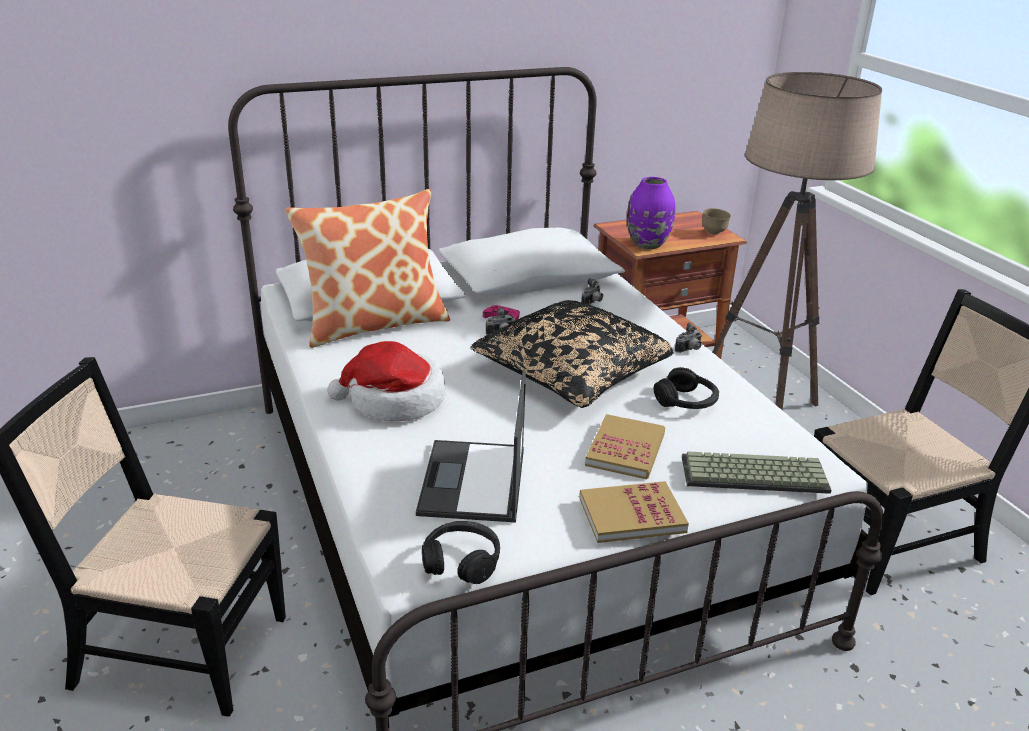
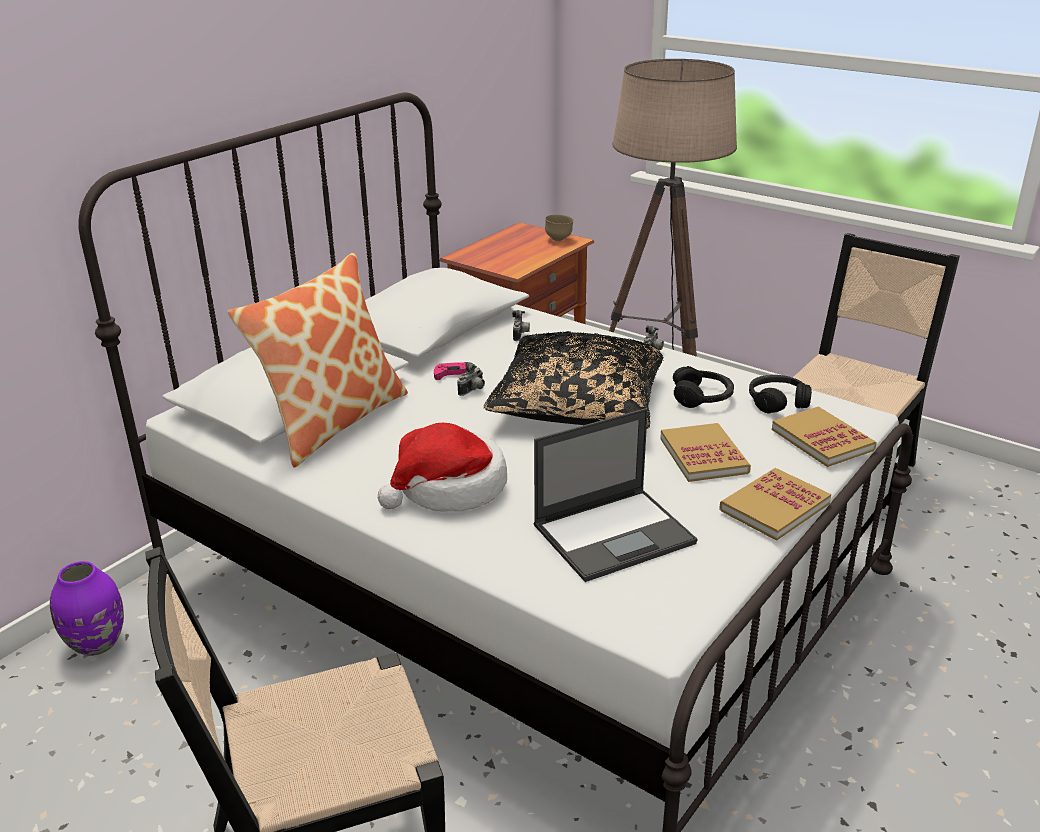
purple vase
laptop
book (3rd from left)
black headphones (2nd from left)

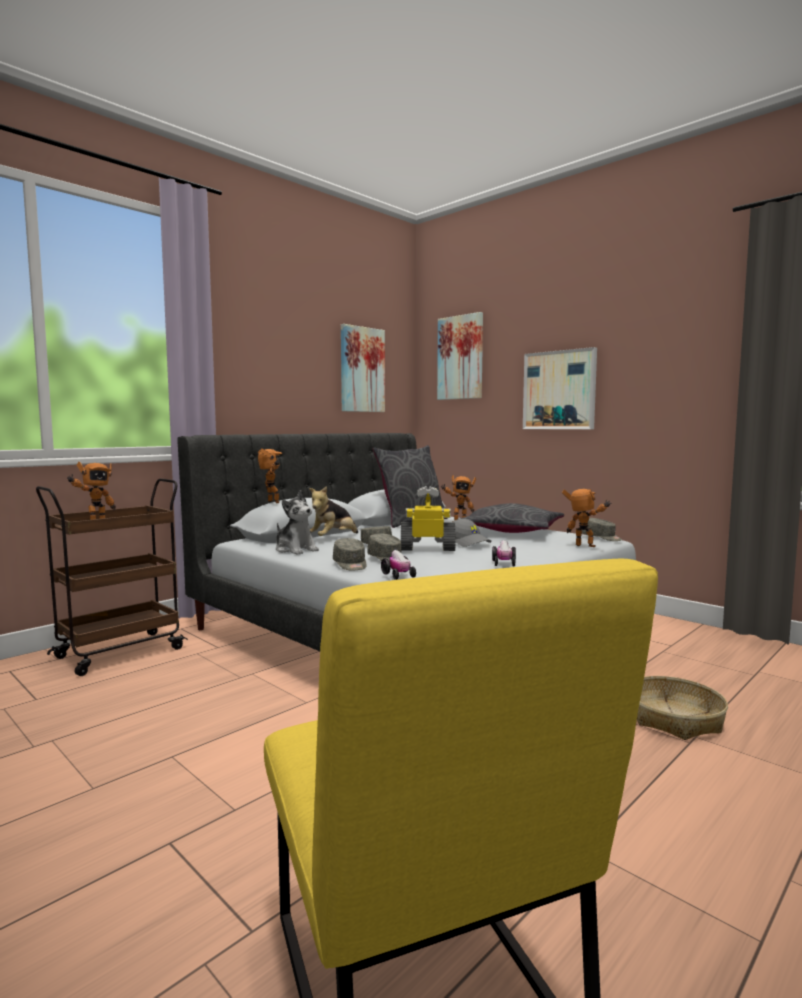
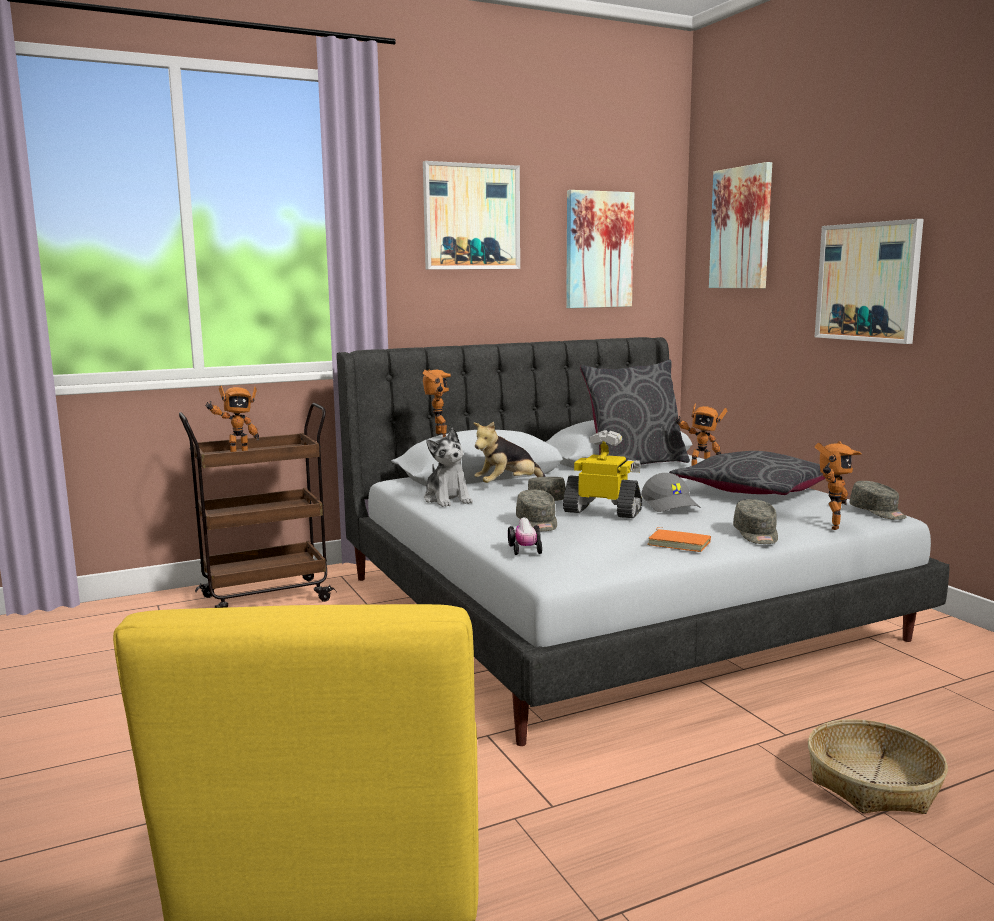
toy robot (5th from left)
grey cap (4th from left)
orange book
picture (1st from left)

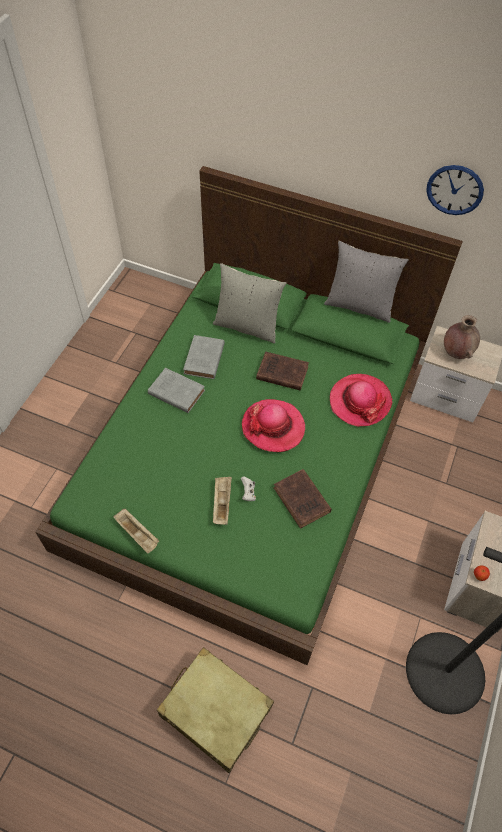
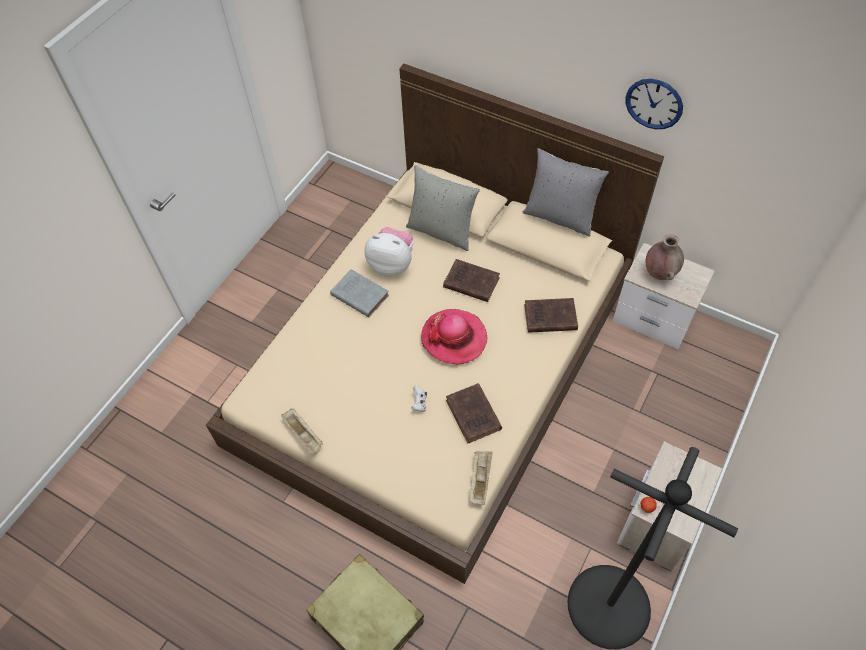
beige bed
plush toy
brown book (3rd from left)
beige tray (2nd from left)

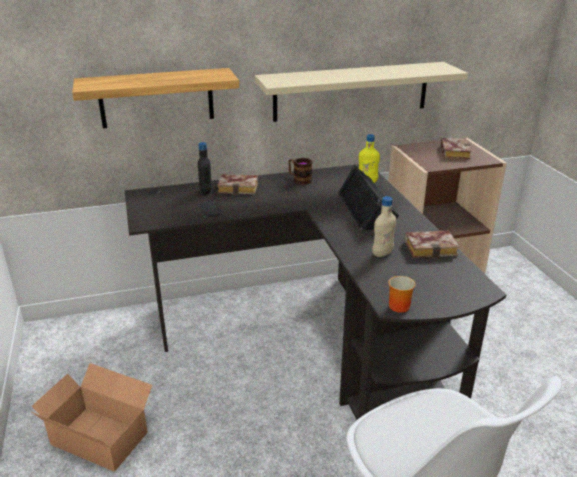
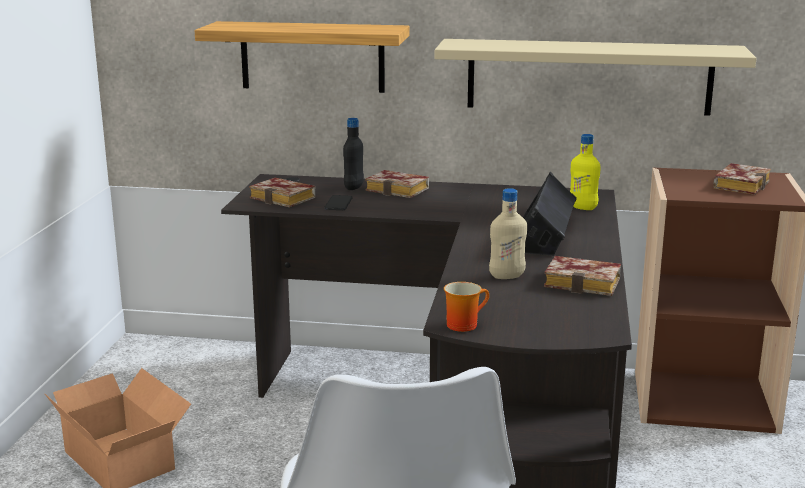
mug (1st from left in the first image)
book (1st from left)

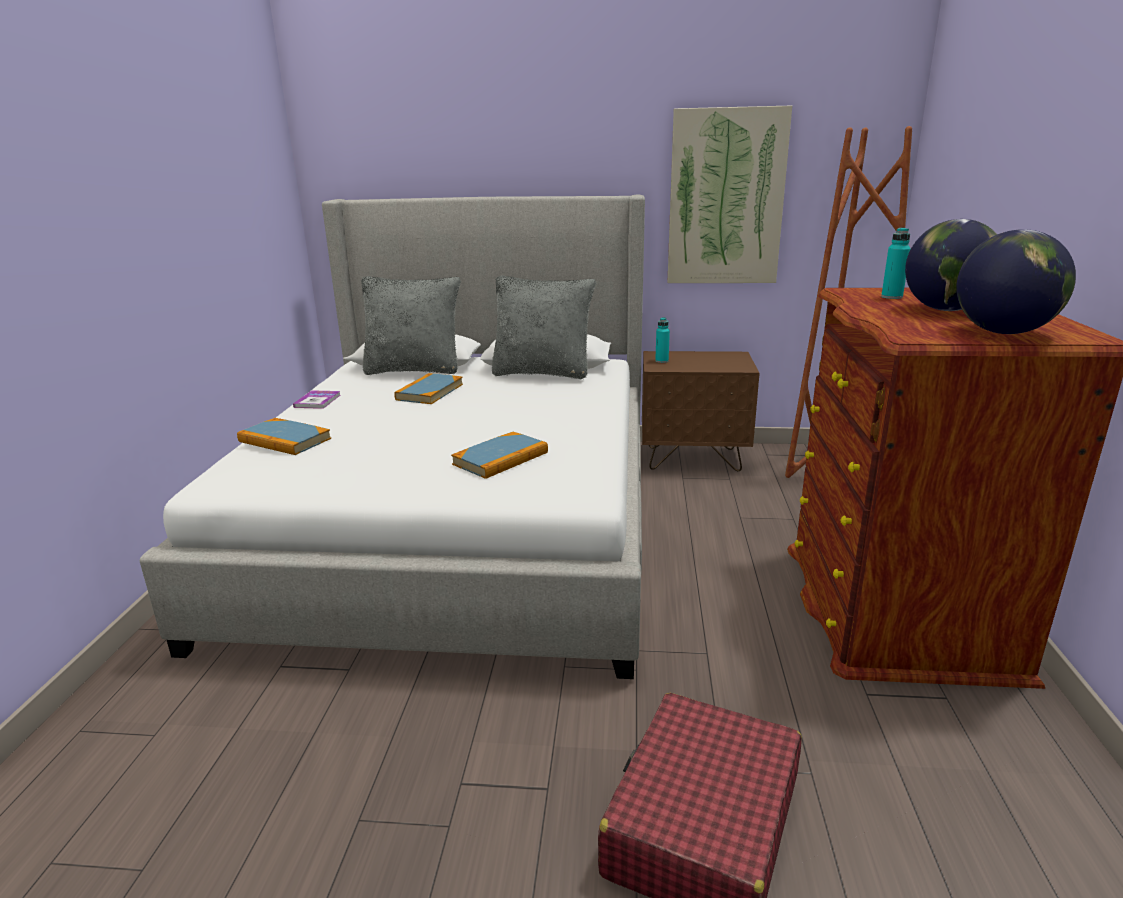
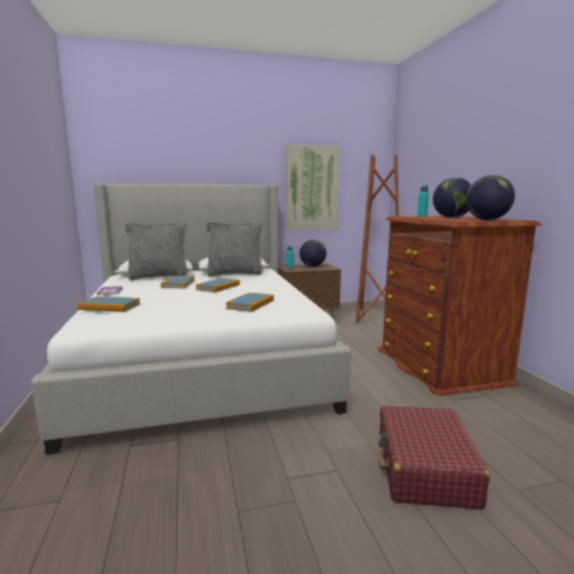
globe (1st from left)
book (4th from left)

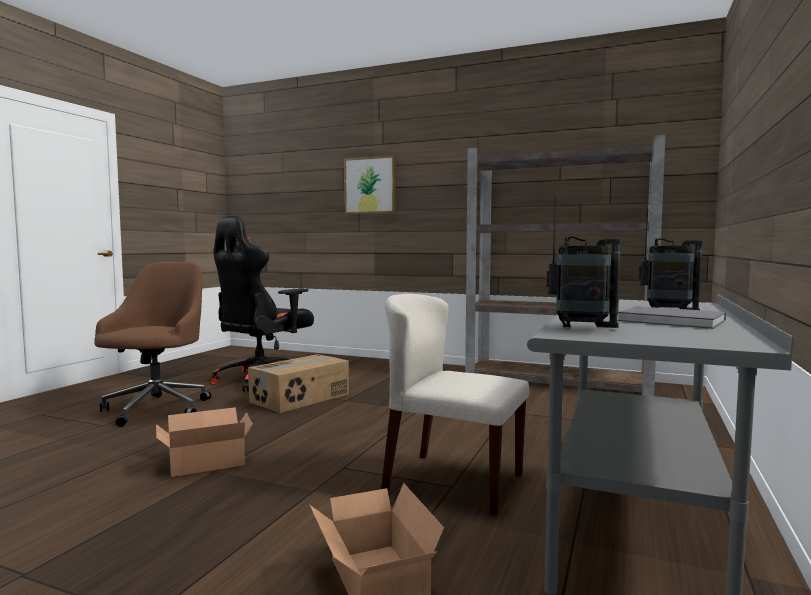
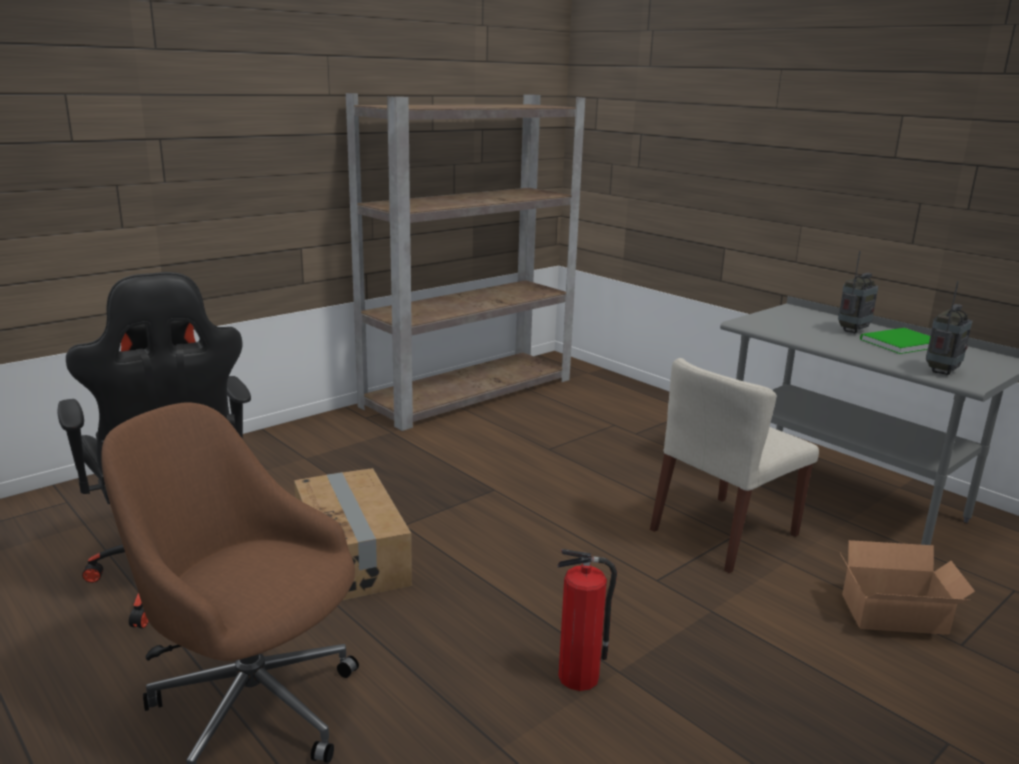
picture
green book
fire extinguisher

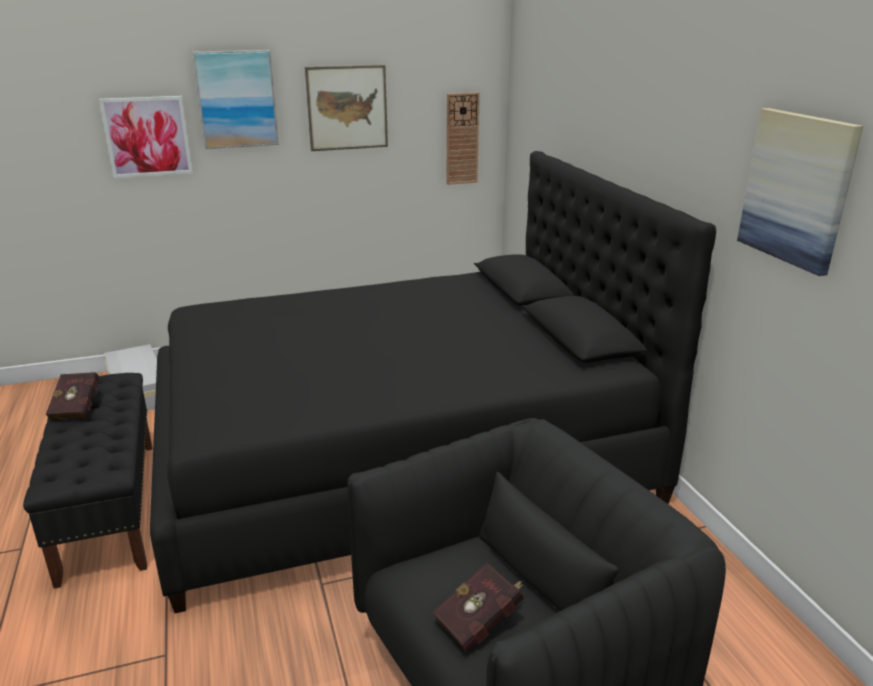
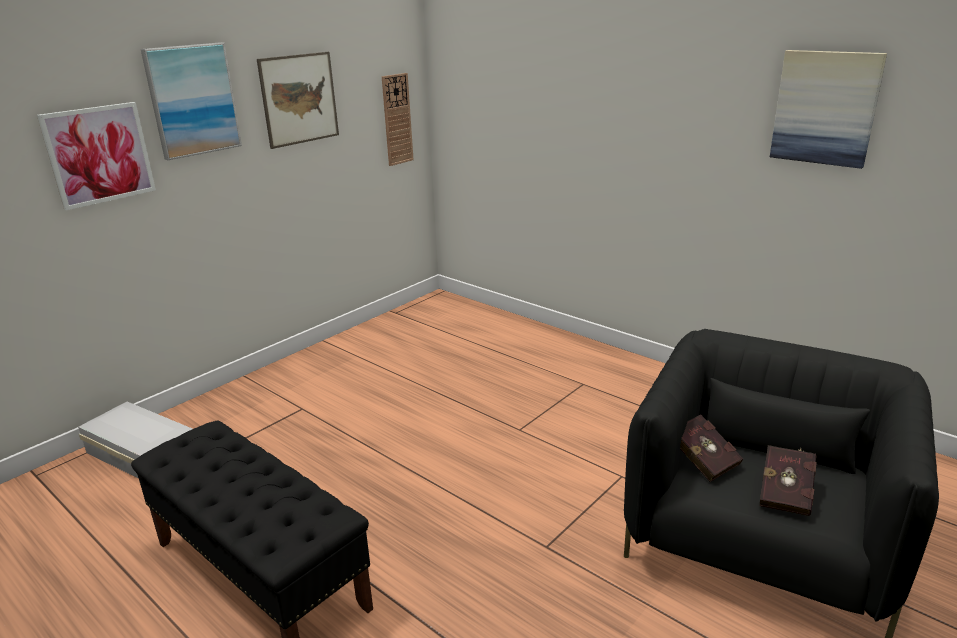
black bed
red book (1st from left)

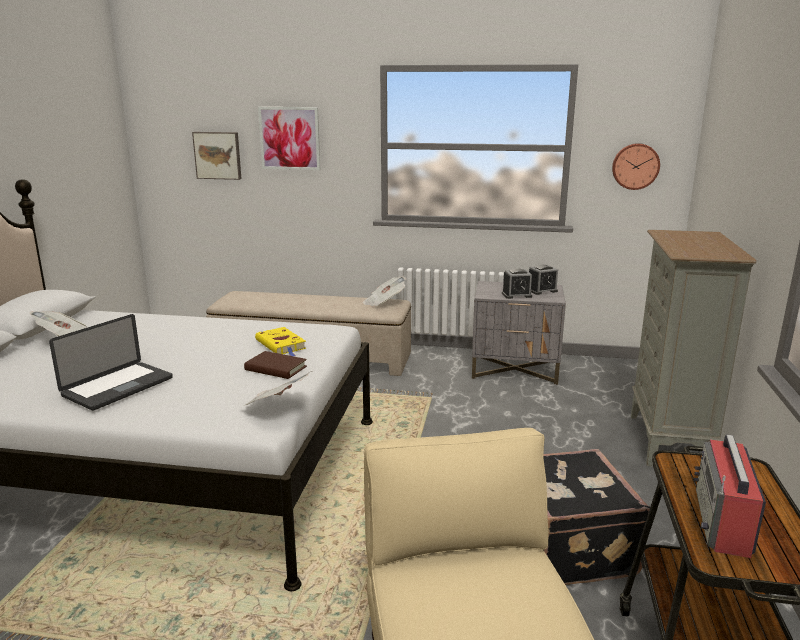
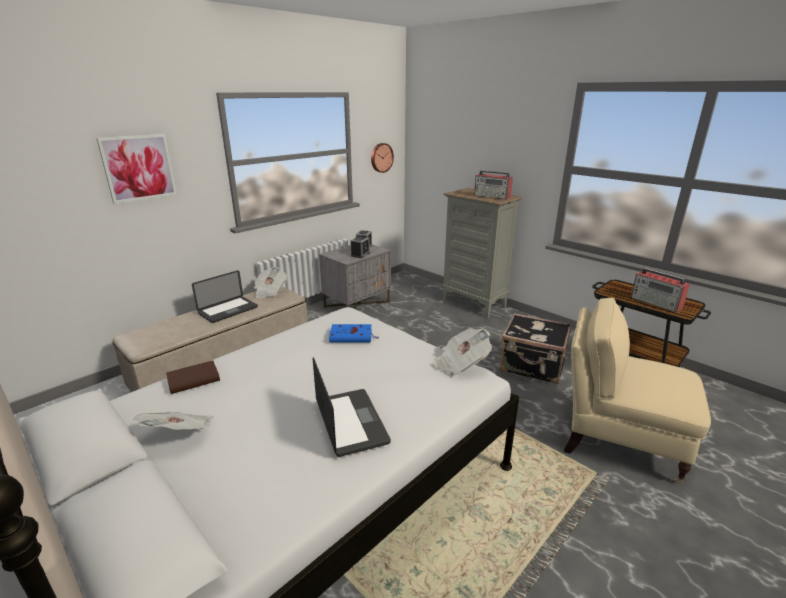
picture (1st from left in the first image)
blue book
brown book
radio (1st from left)
laptop (1st from left)

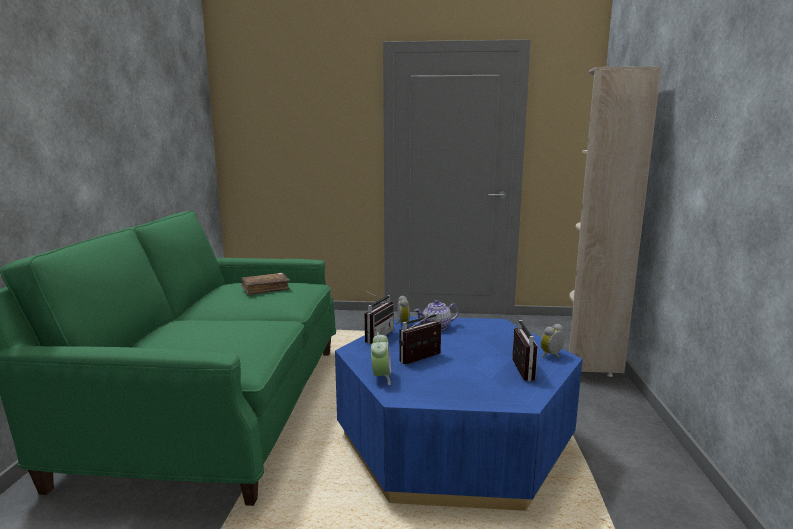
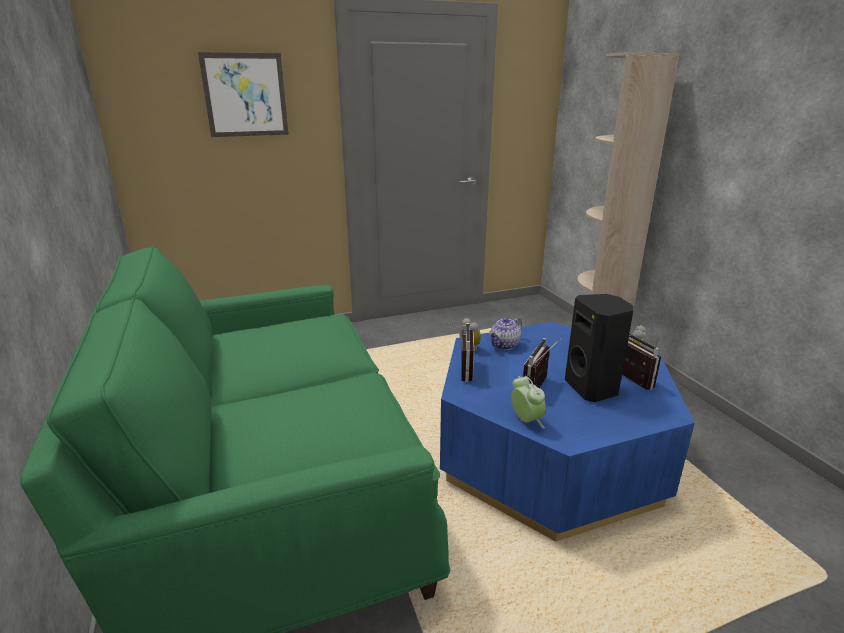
brown book
picture
black speaker

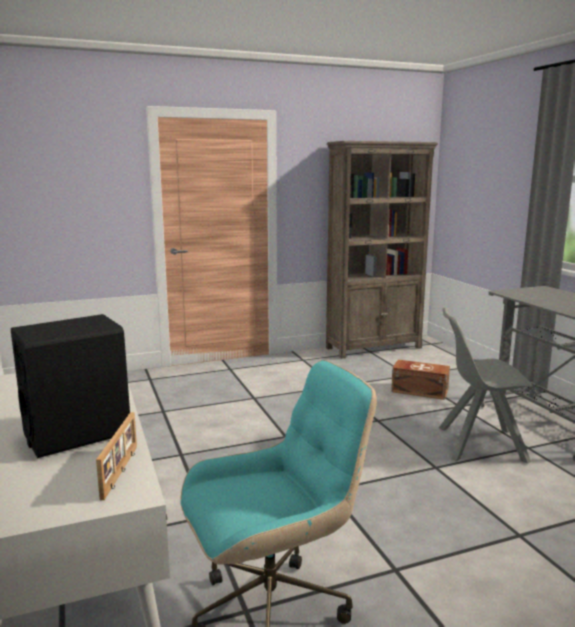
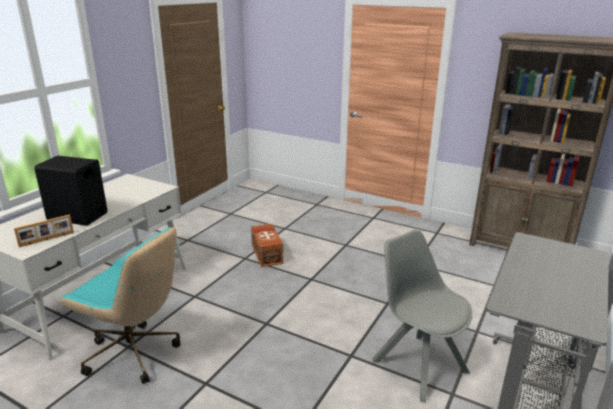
brown storage box

